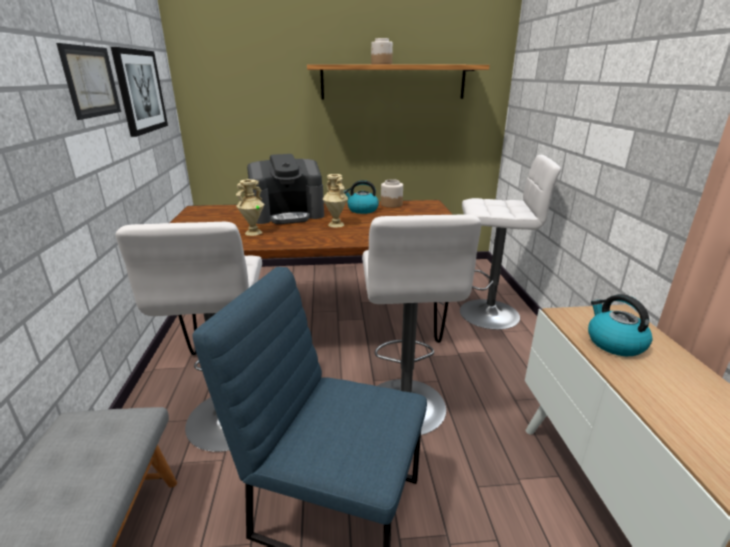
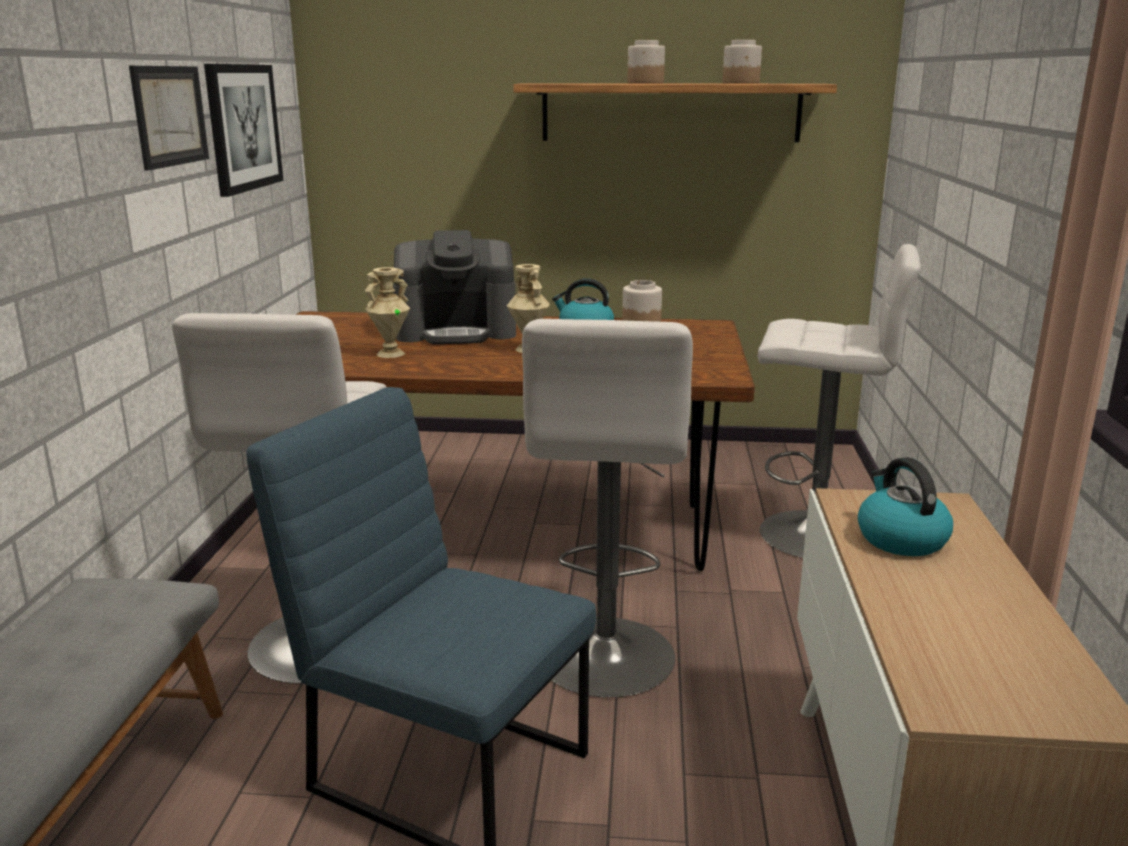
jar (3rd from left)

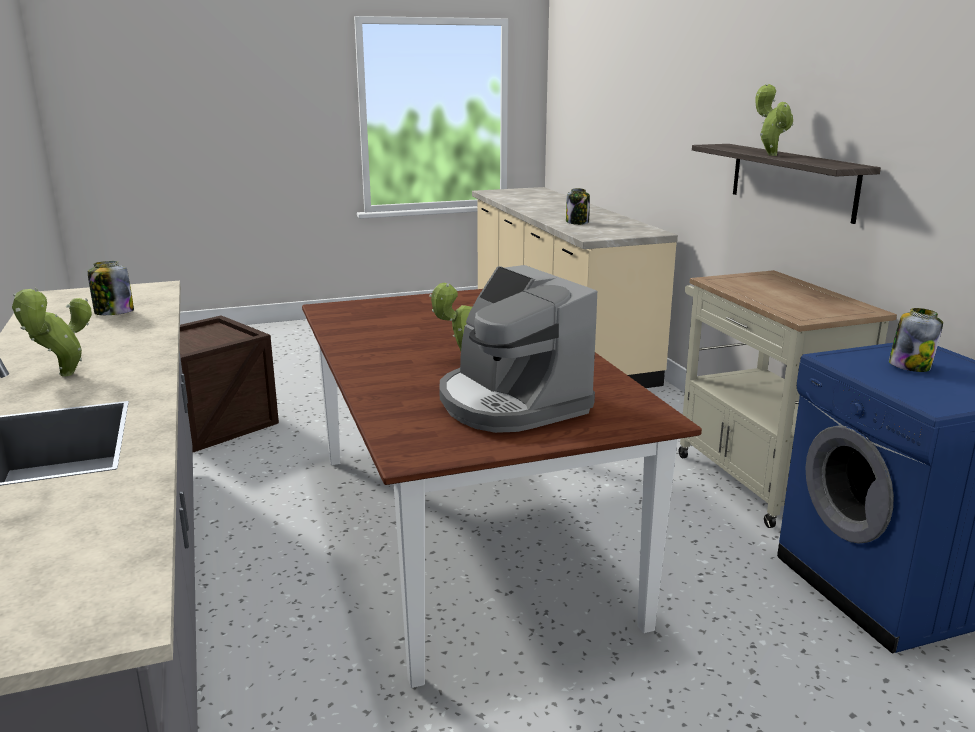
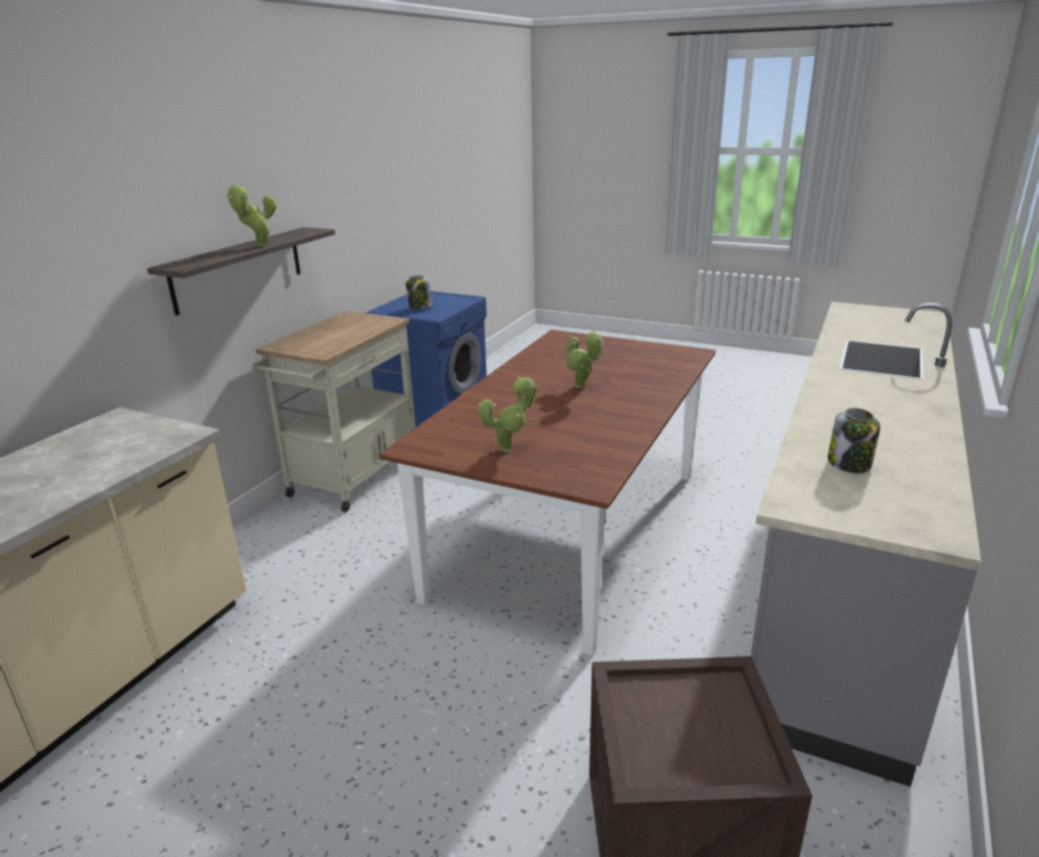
jar (2nd from left in the first image)
coffee machine
potted plant (2nd from left)

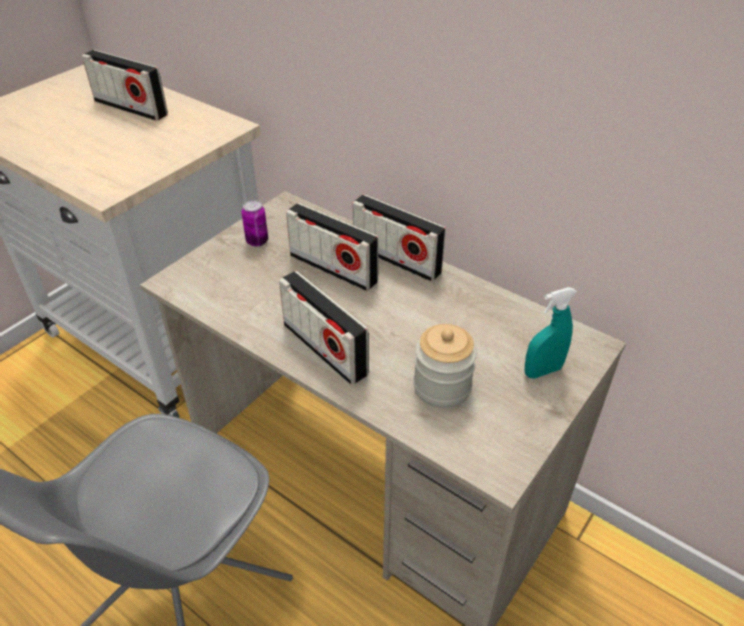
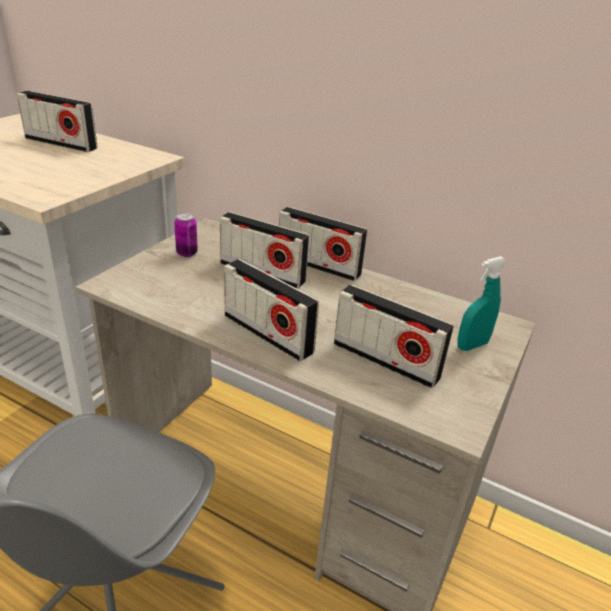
radio (5th from left)

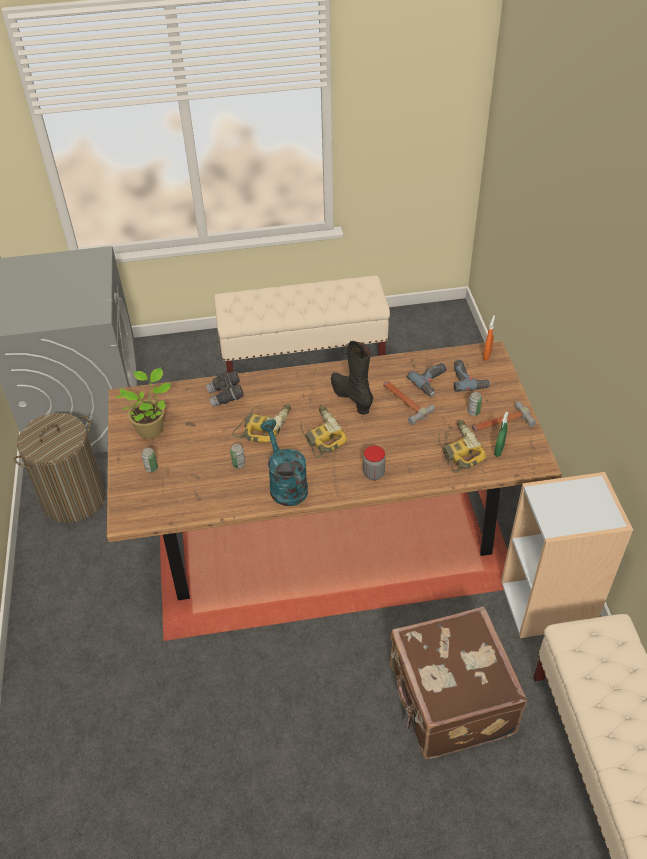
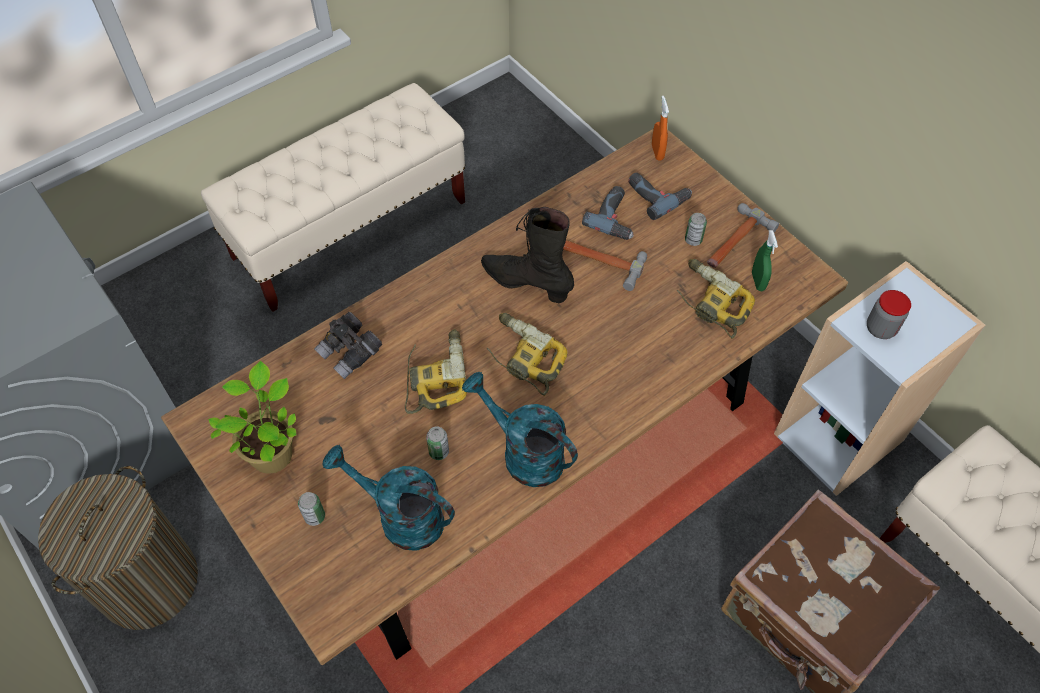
jar
turquoise watering can (1st from left)

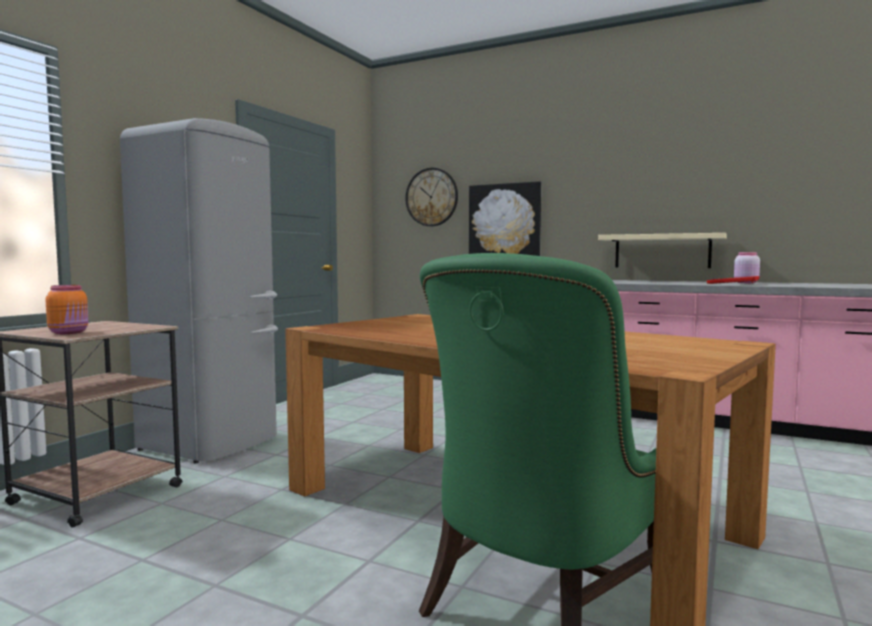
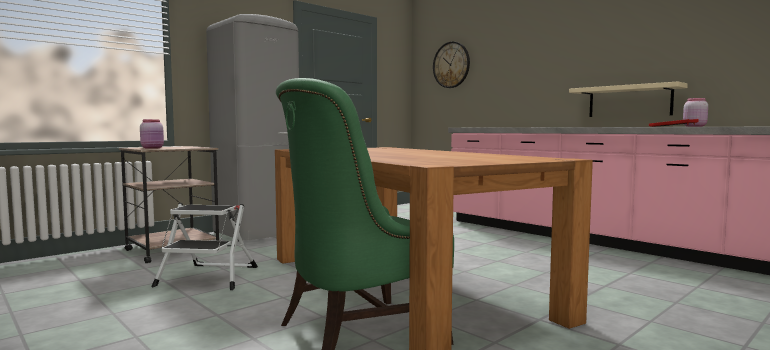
picture
pink jar (1st from left)
step ladder

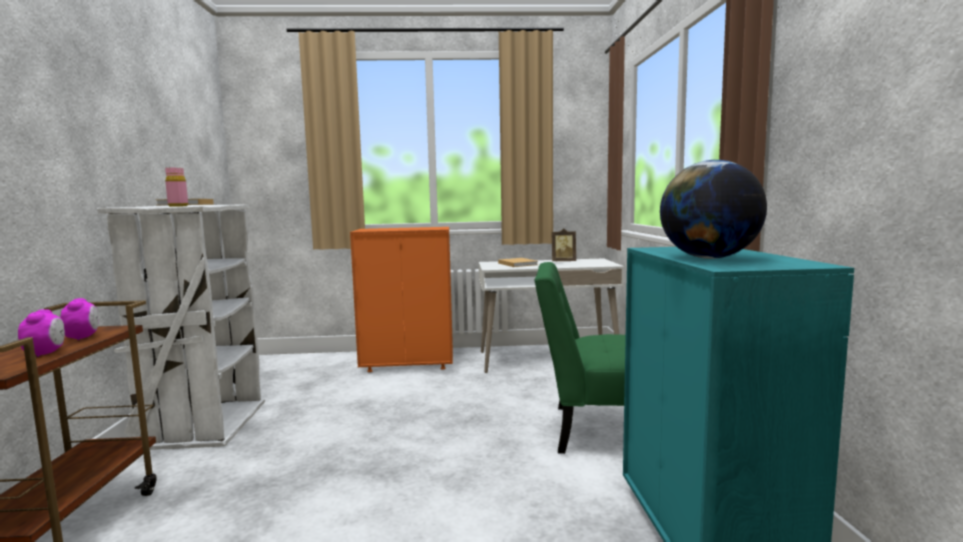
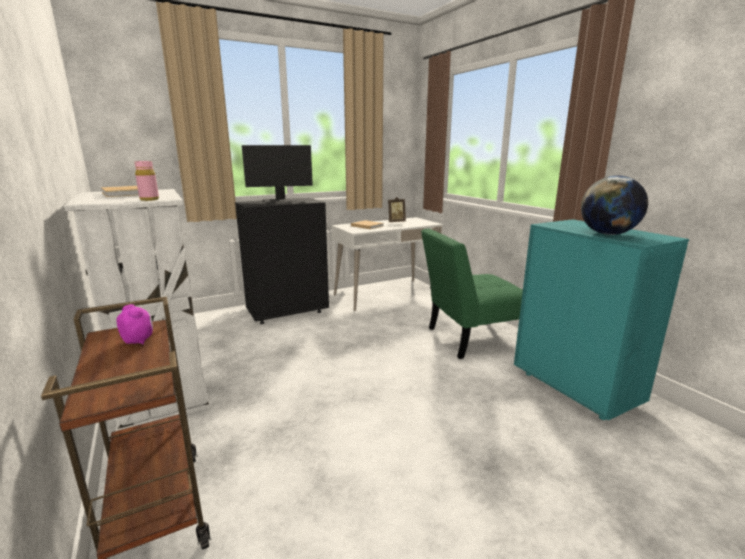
black cabinet
alarm clock (1st from left in the first image)
monitor

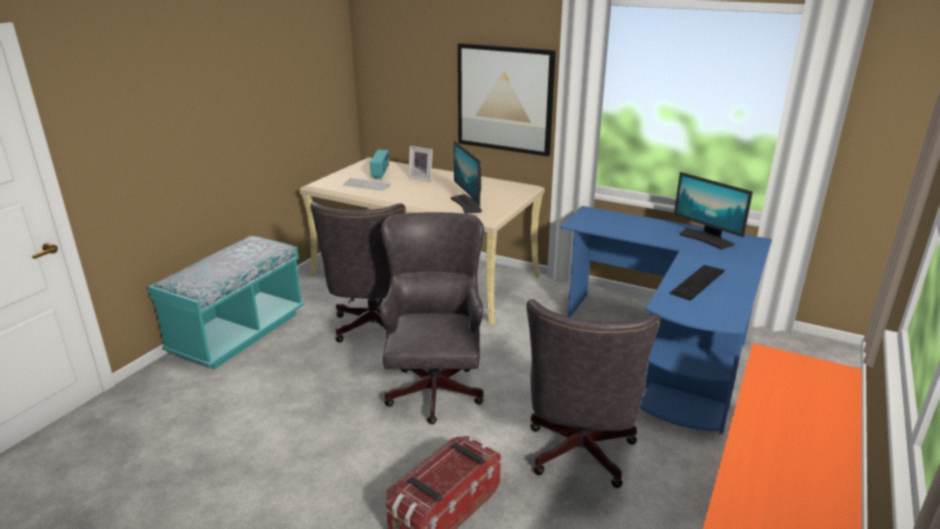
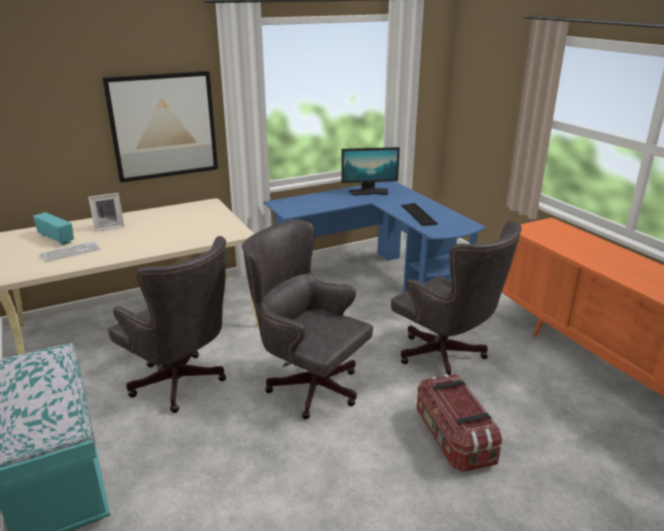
monitor (1st from left in the first image)

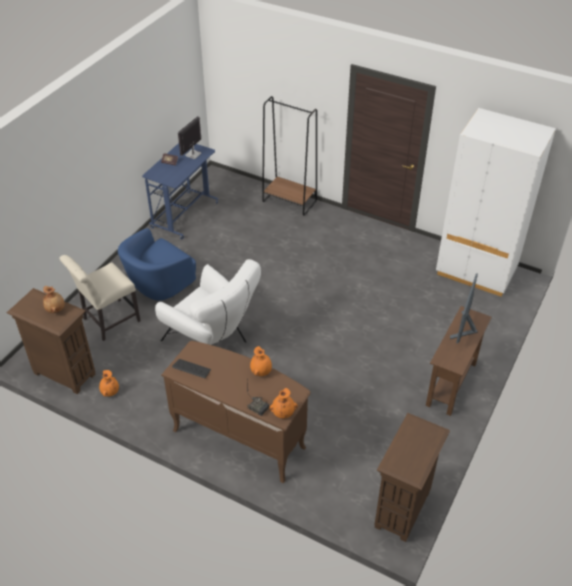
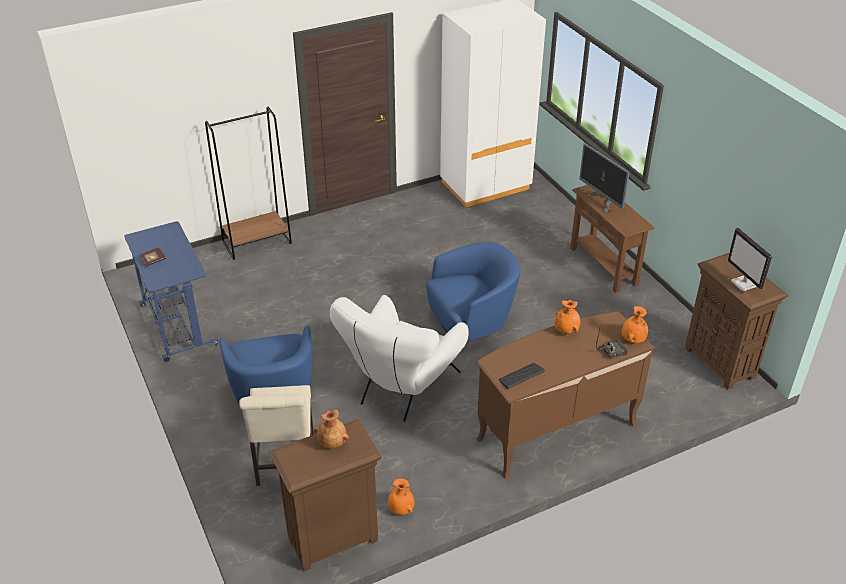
monitor (2nd from left)
white armchair
blue armchair (2nd from left)

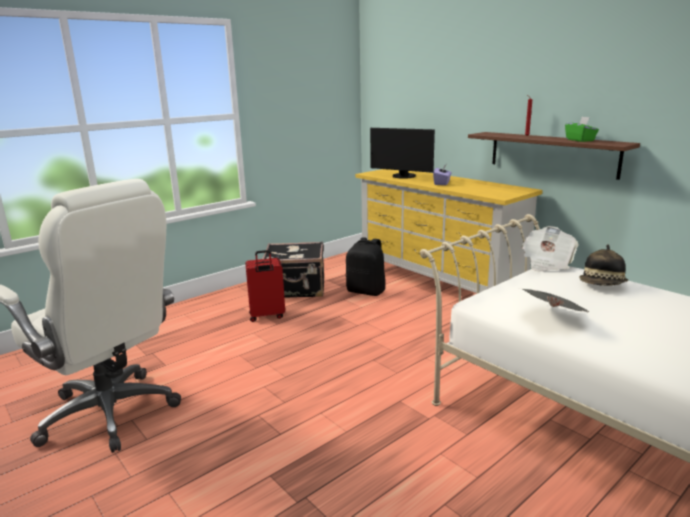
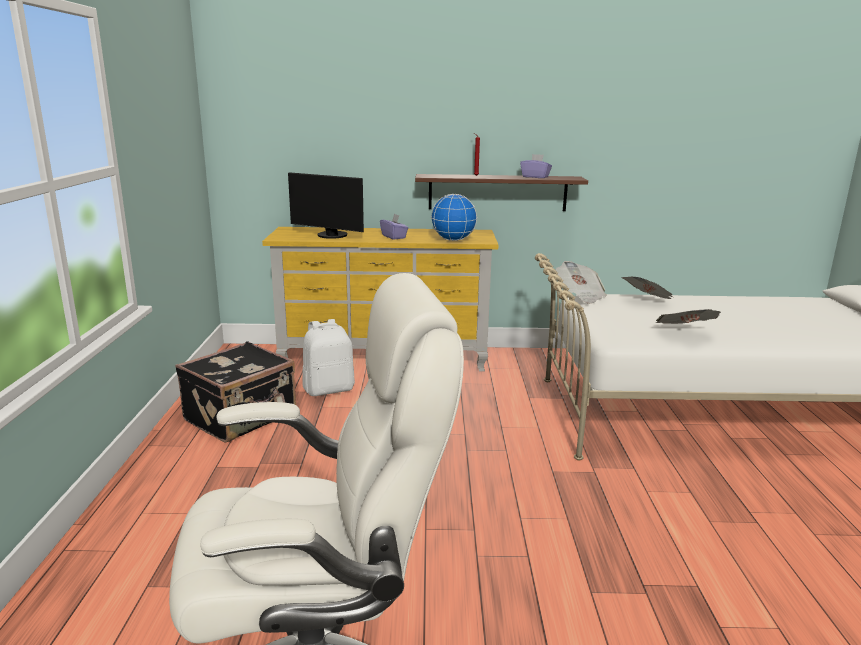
purple tissue box (2nd from left)
monitor
white backpack
newspaper (2nd from left)
red suitcase
globe

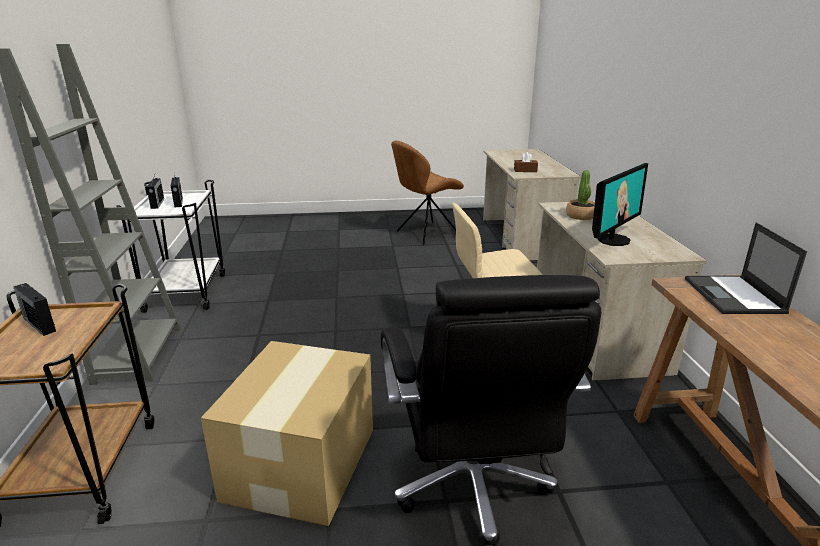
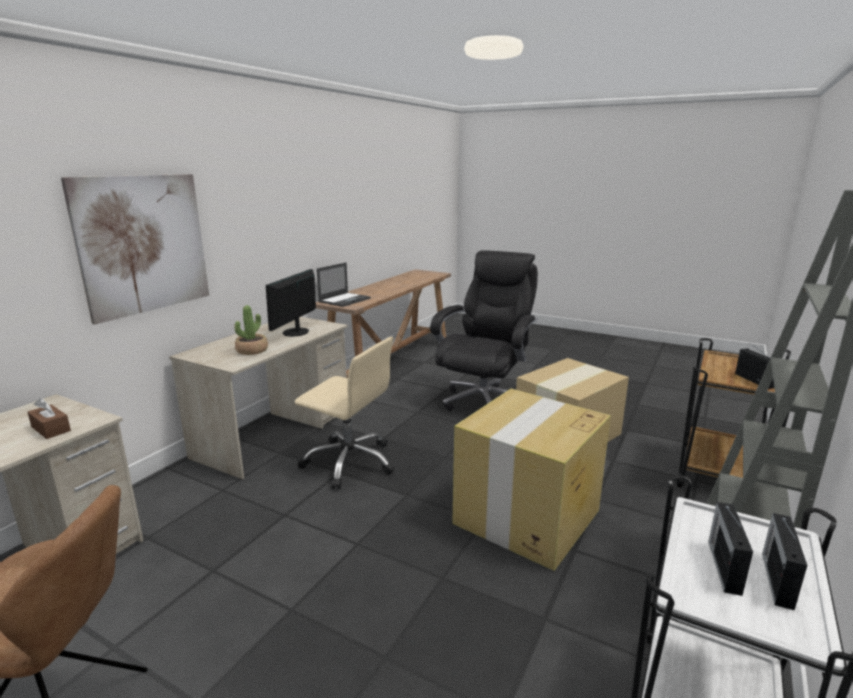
monitor
picture
cardboard box (1st from left)

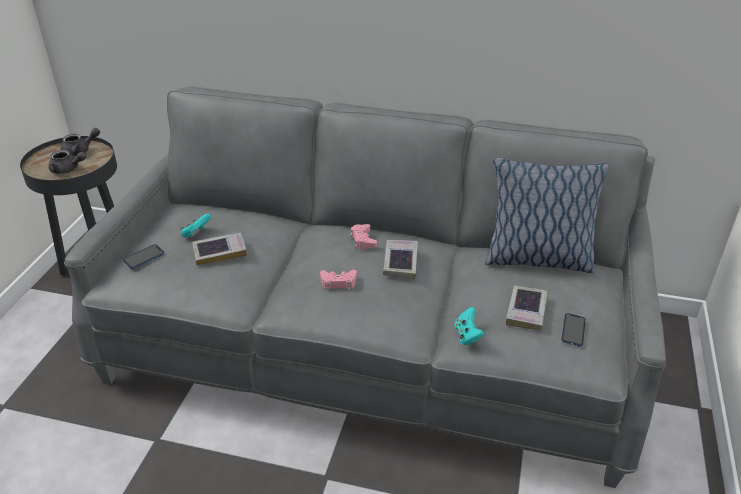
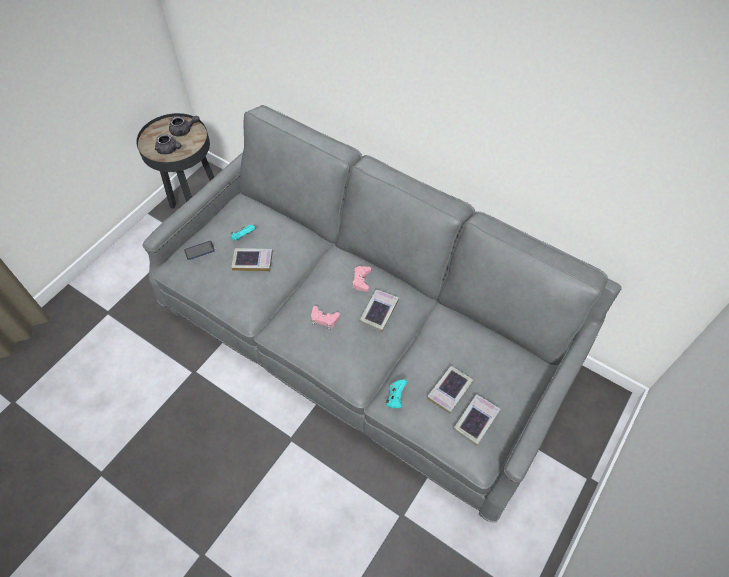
pillow
book (4th from left)

